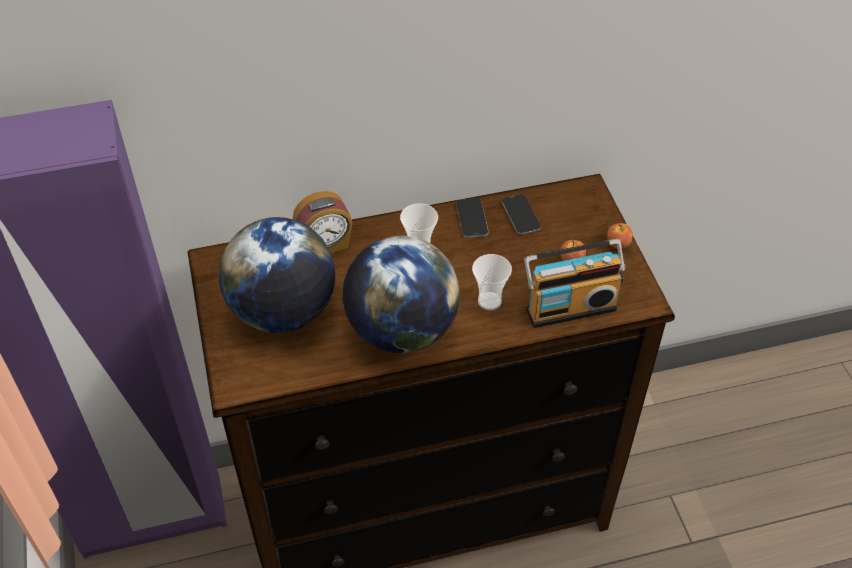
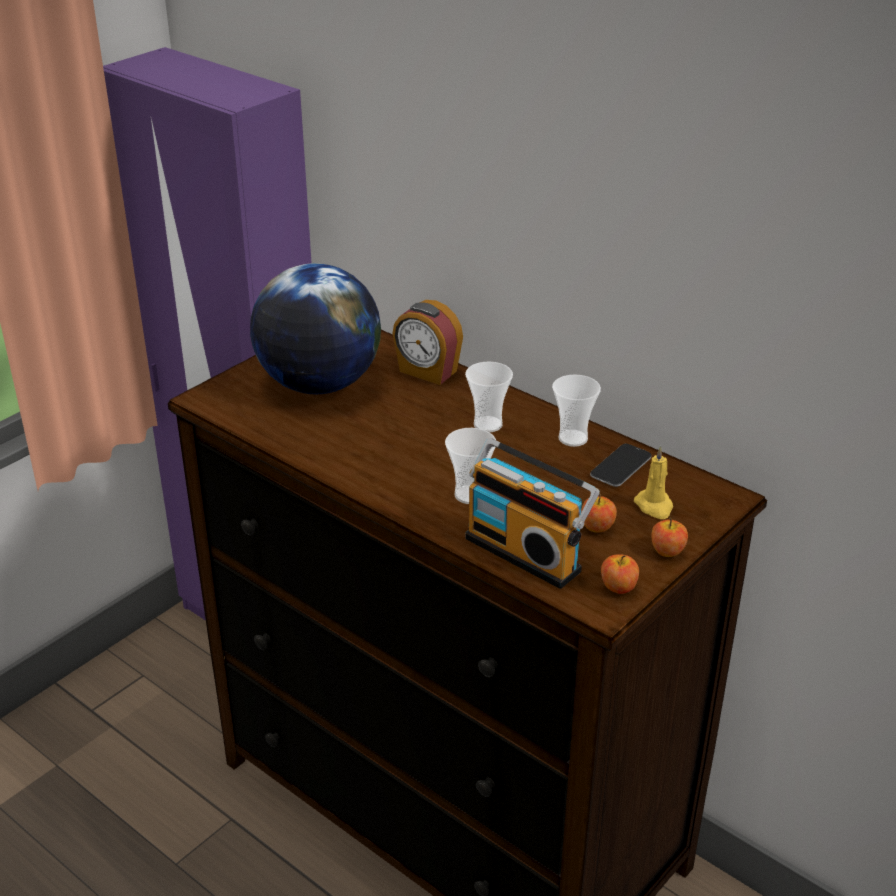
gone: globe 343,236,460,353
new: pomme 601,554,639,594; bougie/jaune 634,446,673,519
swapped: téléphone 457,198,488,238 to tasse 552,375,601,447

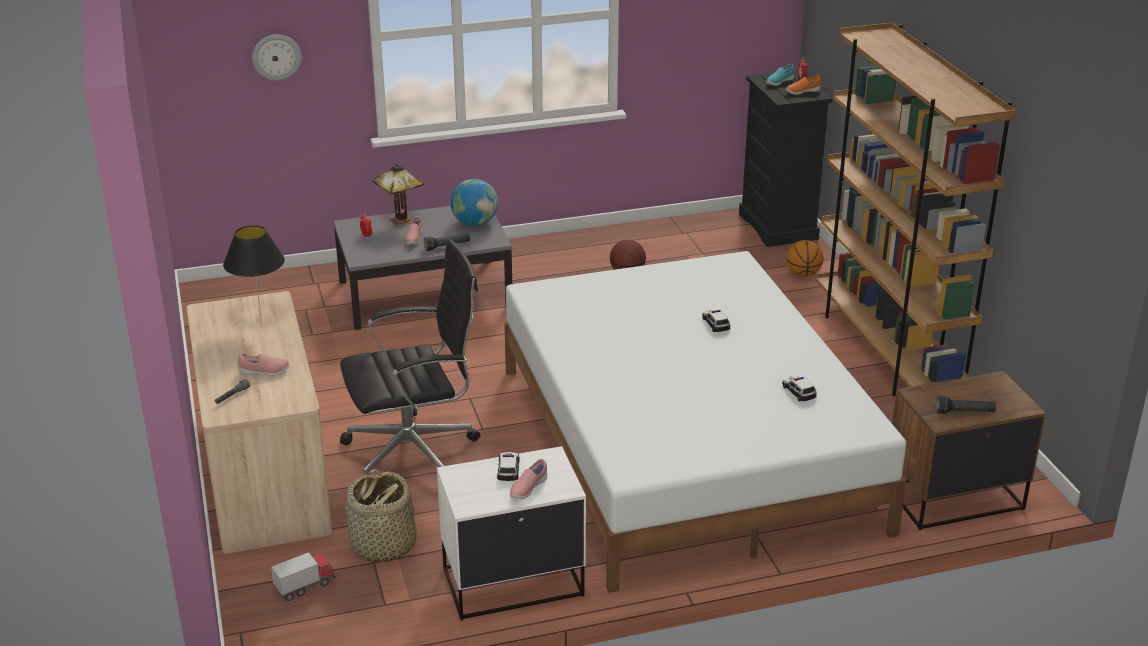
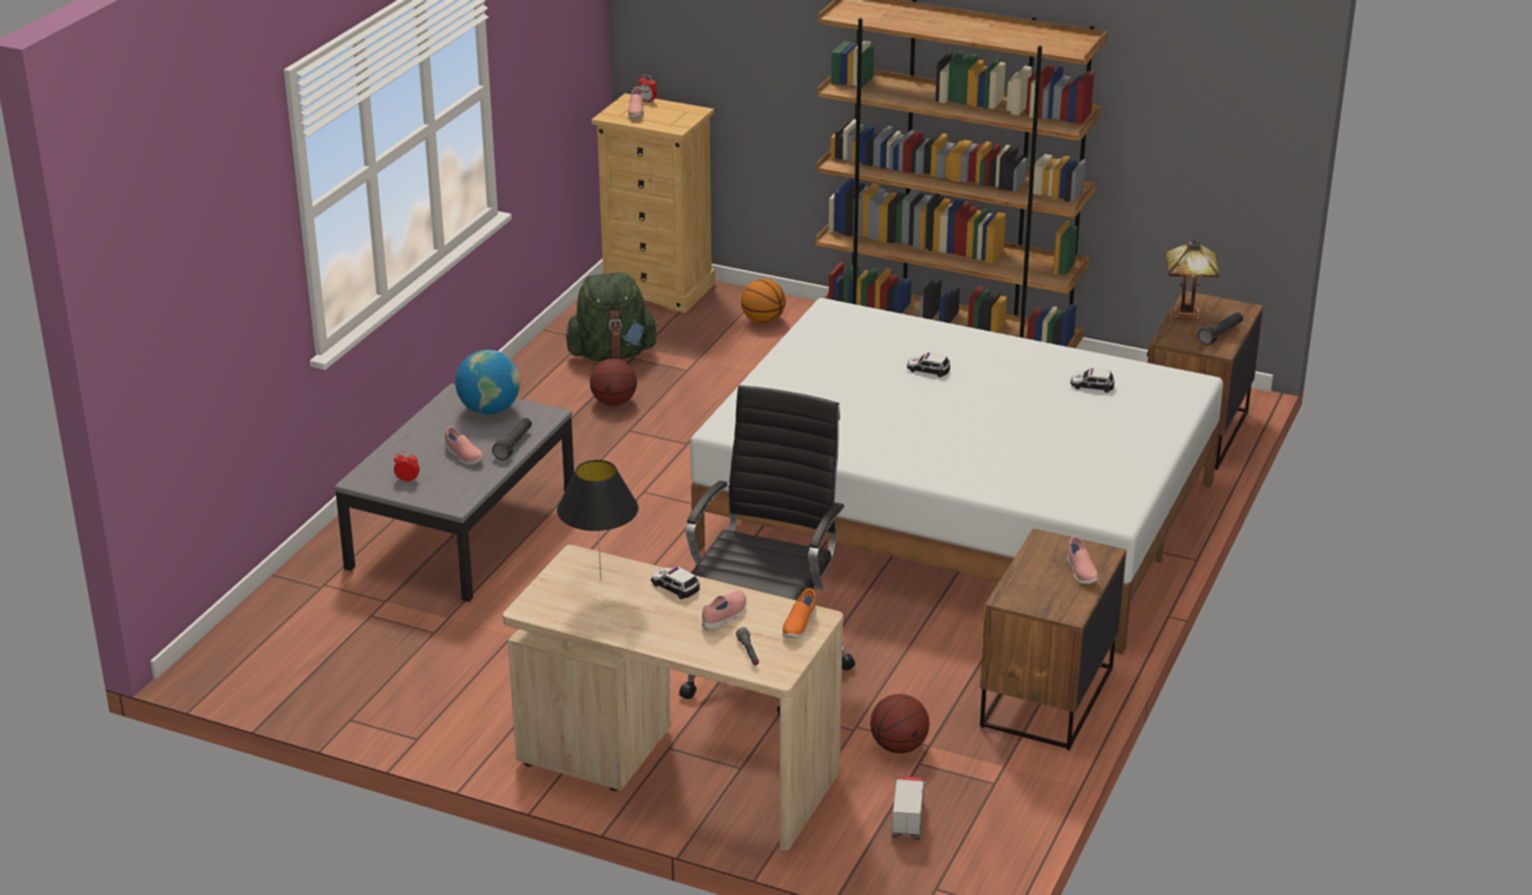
gone: horloge murale 252,34,302,81
new: sac à dos/vert 566,272,659,362
shifted: petite voiture 497,452,520,481 to 651,566,700,599; chaussure/orange 786,75,821,95 to 782,588,816,639; lampe de table 373,164,424,226 to 1165,240,1219,320
swapped: panier 345,469,417,563 to ballon de basket 870,694,930,753
repainted: commode/noir 739,70,833,247 to commode/beige 592,93,715,313; chaussure/turquoise 766,64,794,86 to chaussure/rose 628,87,644,119; table de chevet/blanc 437,446,586,620 to table de chevet/marron 980,528,1127,750

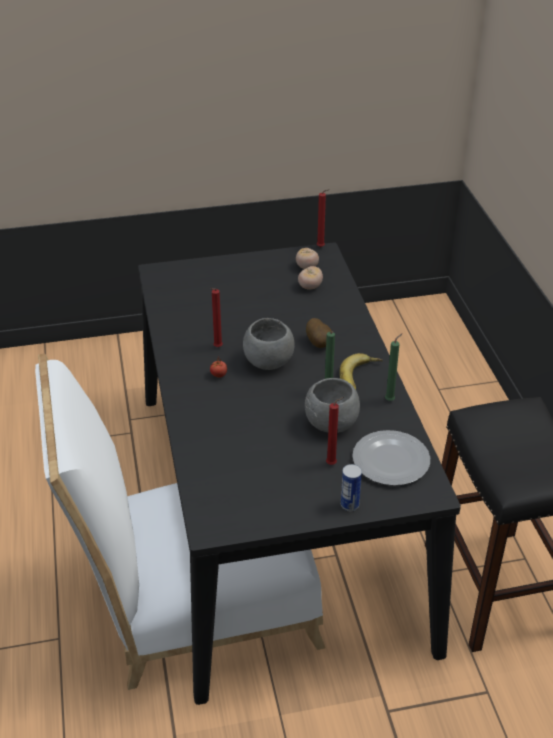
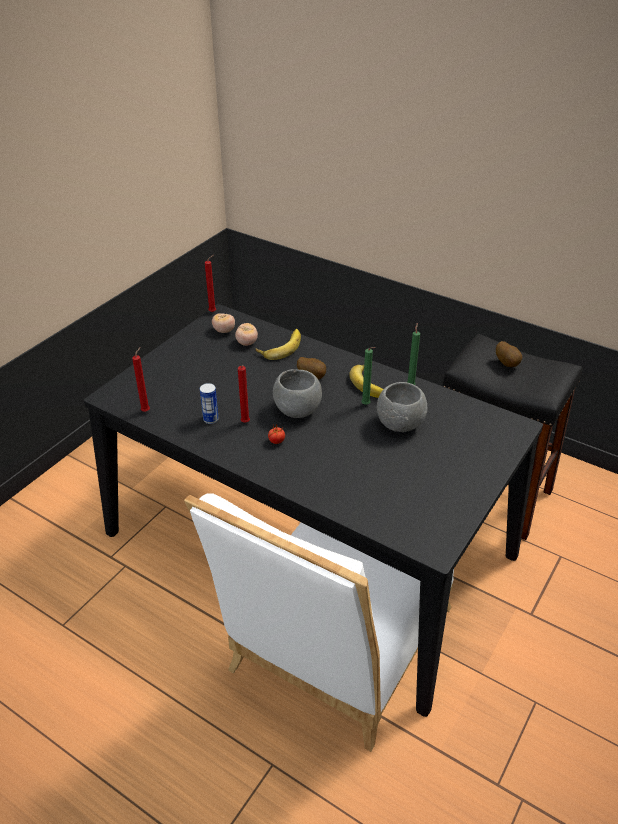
gone: assiette 352,430,430,486
new: banane 255,329,301,360; pomme de terre 496,341,522,367
shifted: bougie/rouge 326,397,344,465 to 132,347,150,412; boîte métallique 341,464,362,511 to 200,383,219,424

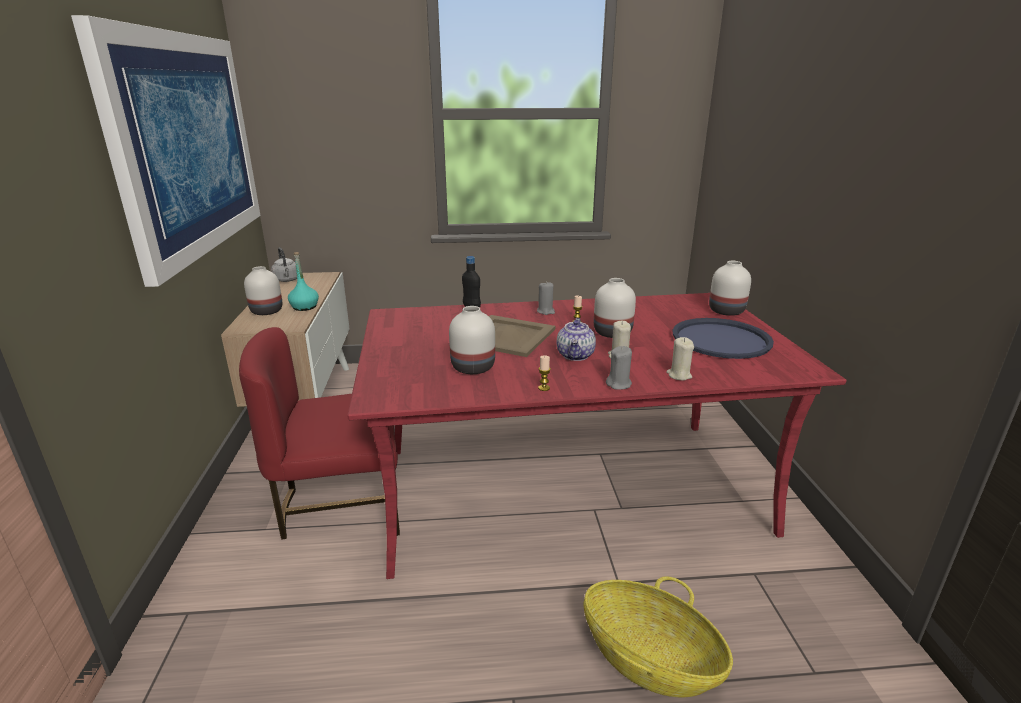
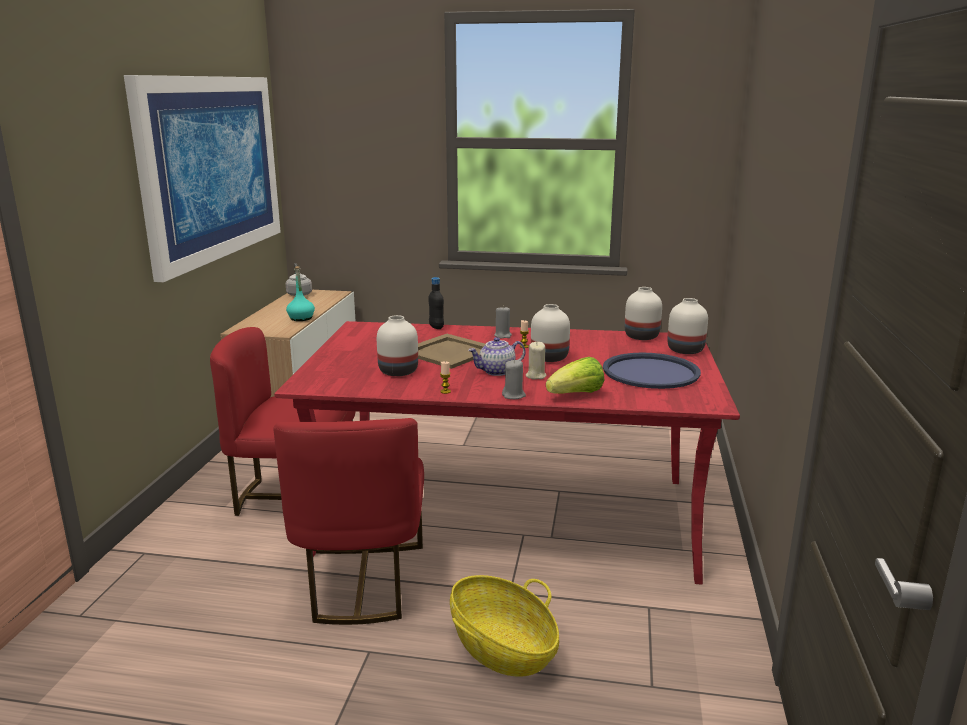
new: chaise/rouge 273,418,424,625
shifted: vase/blanc 244,266,283,315 to 625,287,662,340
swapped: bougie/beige 666,337,694,381 to laitue 546,357,604,394
rotated: théière 557,318,596,361 = 468,337,526,376 45 degrees clockwise

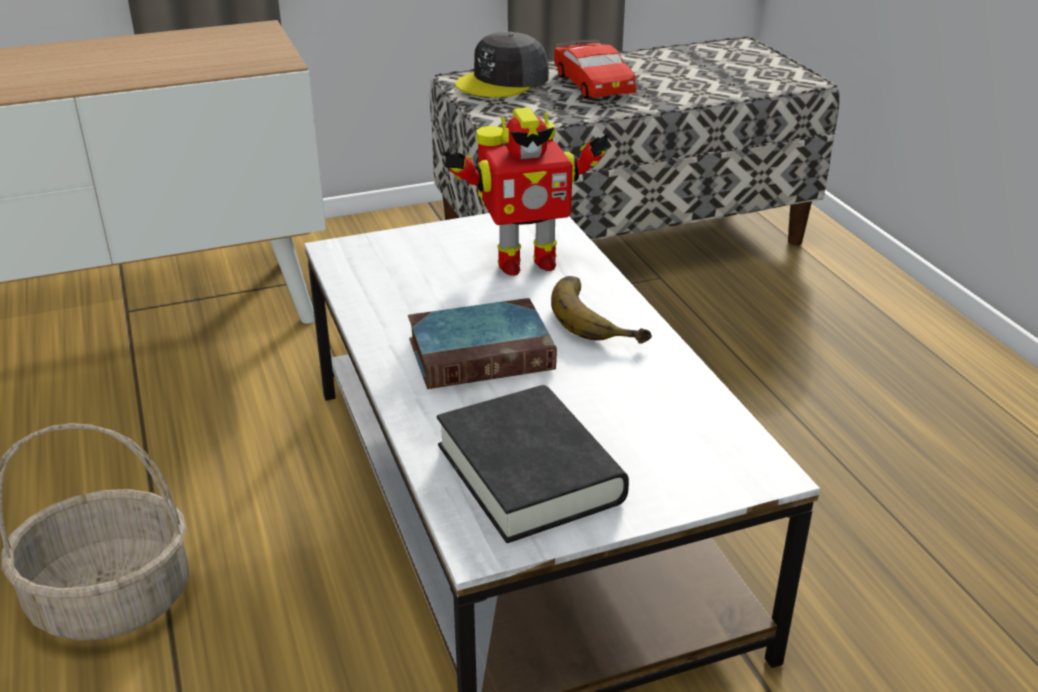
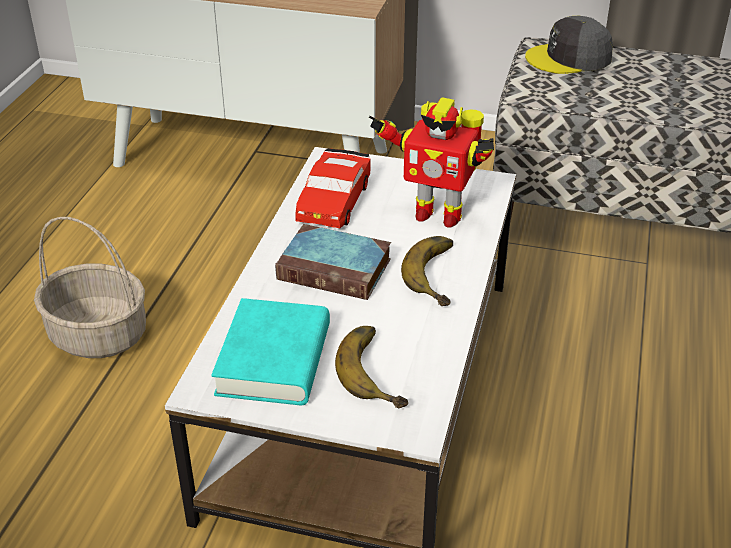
new: banane 335,326,408,408
shifted: petite voiture/rouge 554,40,636,99 to 296,148,371,228
repainted: livre/noir 437,385,629,543 to livre/turquoise 211,298,330,405

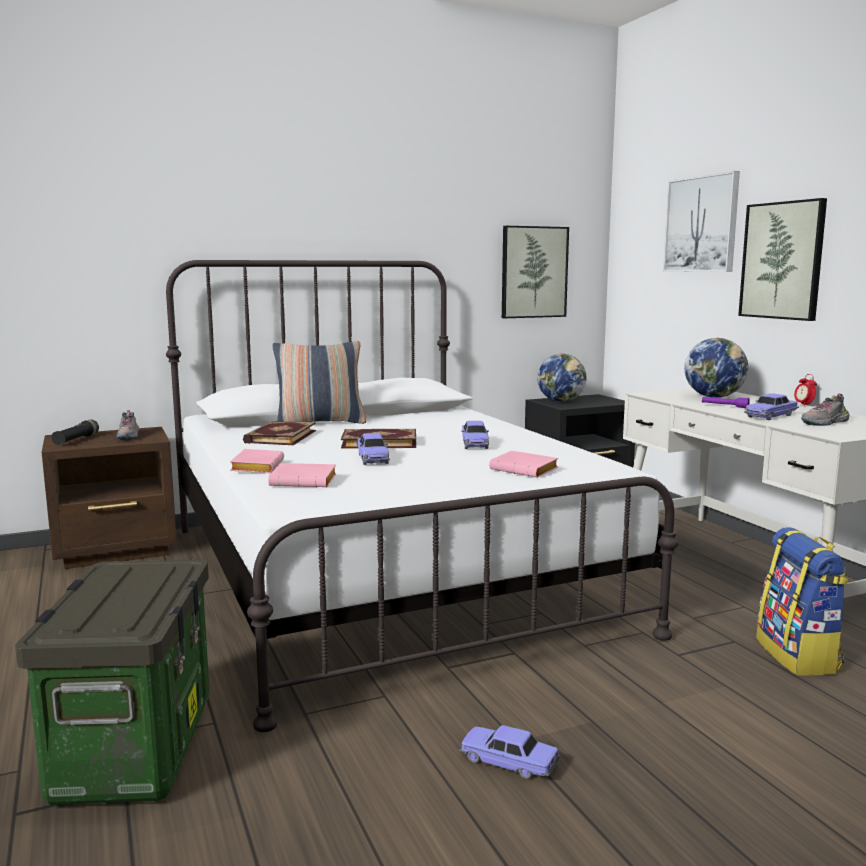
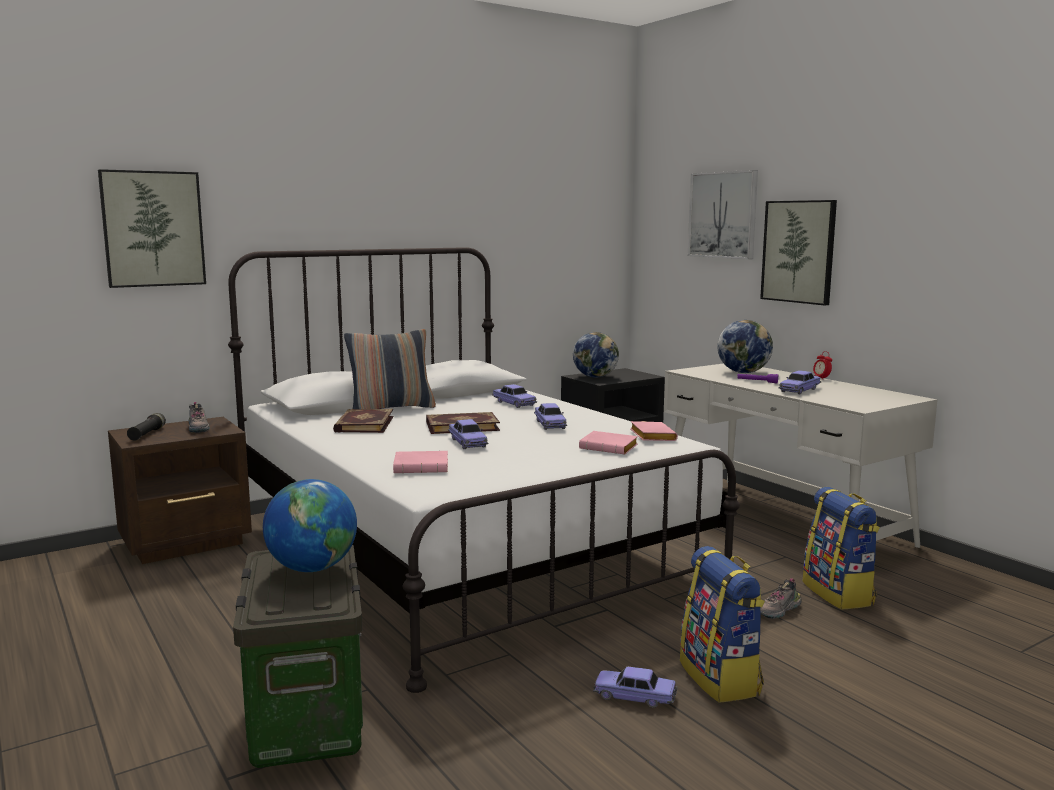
new: globe 263,479,357,572; petite voiture 492,384,537,408; sac à dos 680,546,765,703
shifted: tableau 502,226,569,318 to 98,169,206,288; livre/rose 230,449,284,473 to 630,421,678,441; chaussure 801,393,850,426 to 760,578,802,619

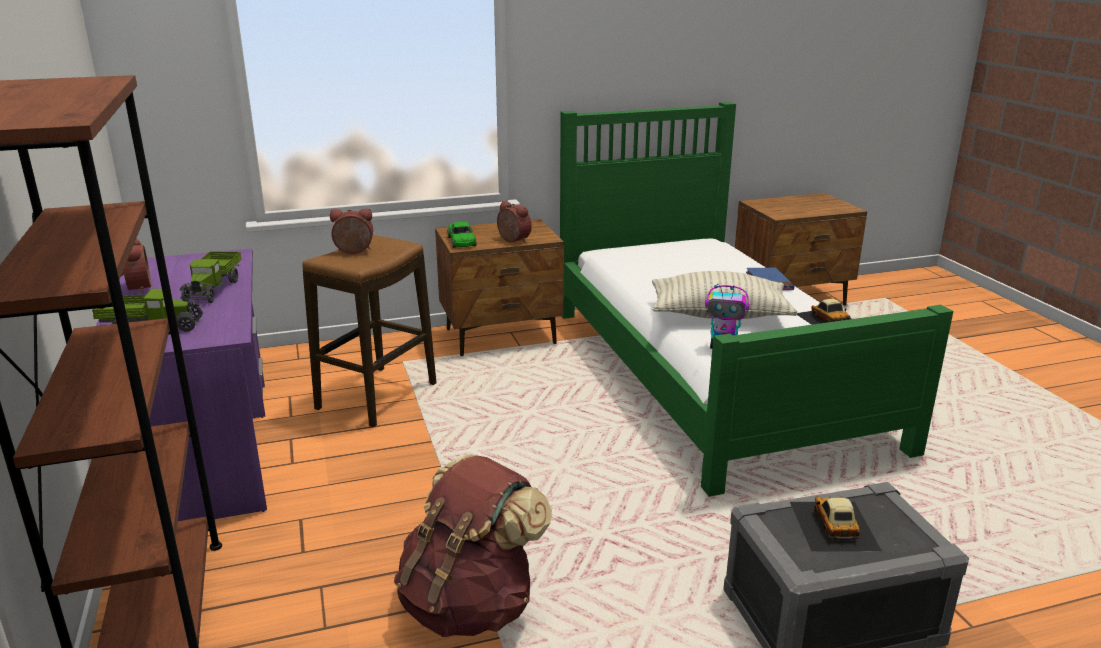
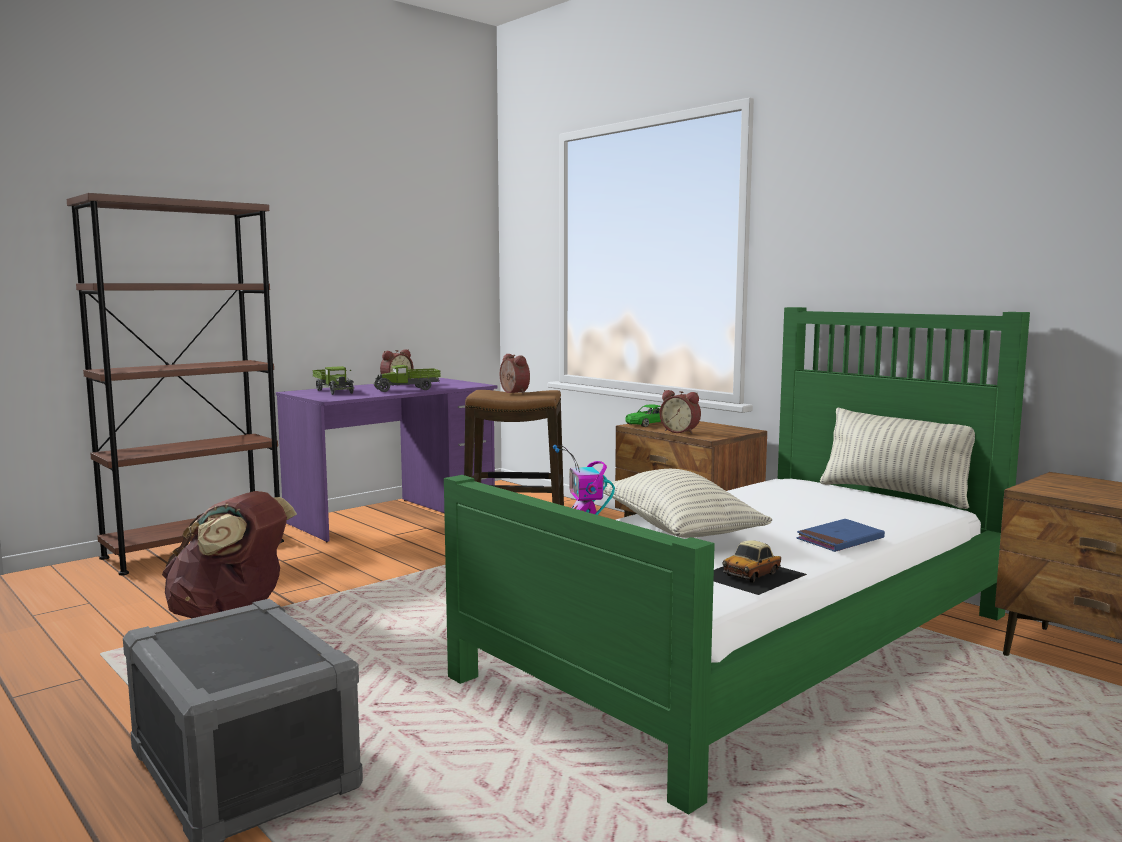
gone: petite voiture 790,496,882,552
new: coussin 820,408,975,509
rotated: réveil 497,201,532,243 = 660,390,701,434 105 degrees clockwise

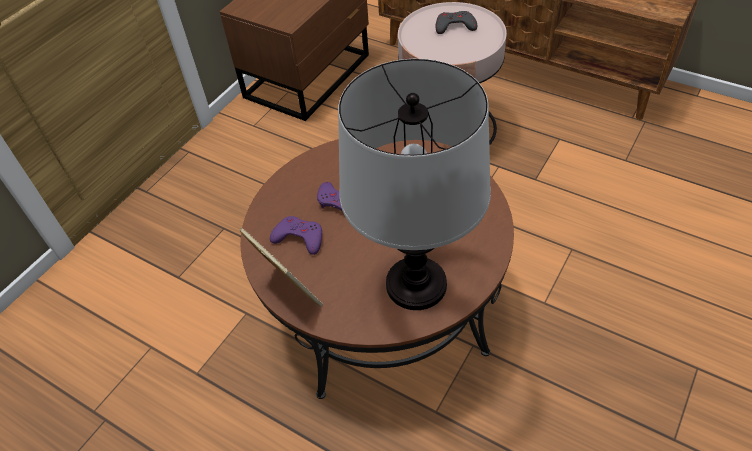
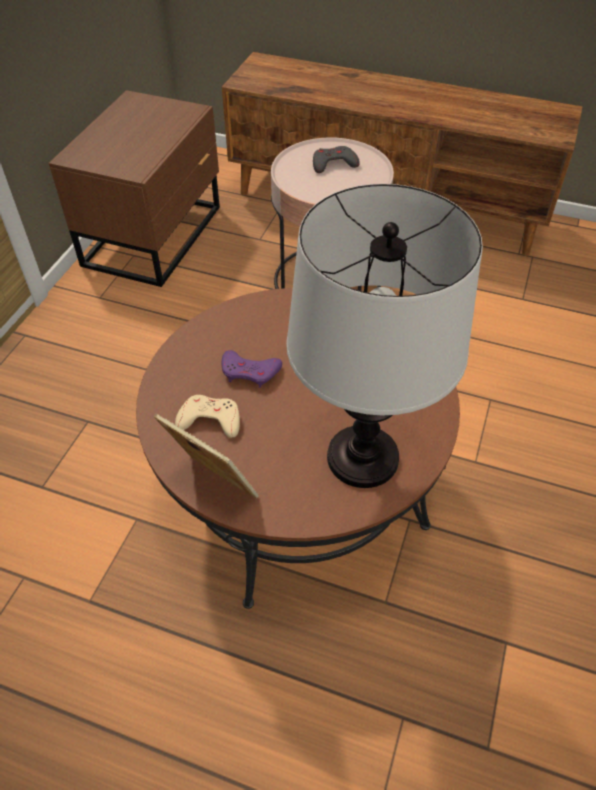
repainted: manette/violet 270,216,322,255 to manette/beige 175,395,240,438

